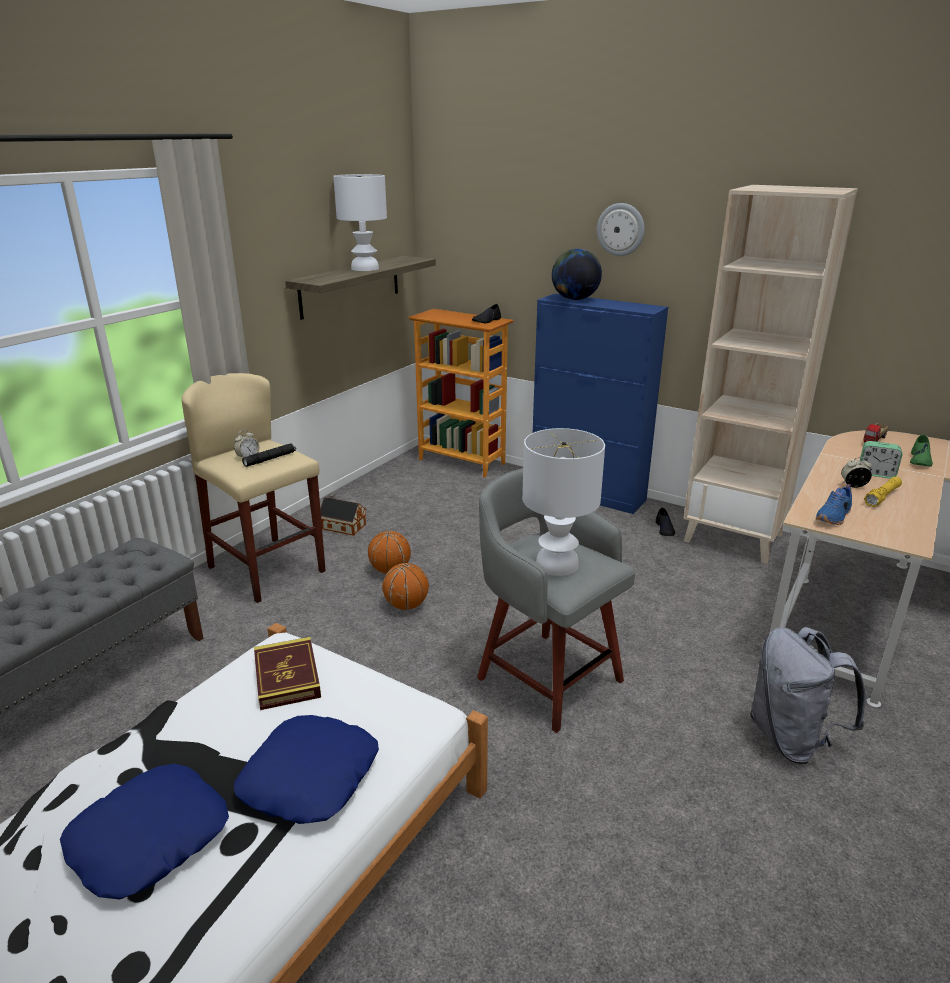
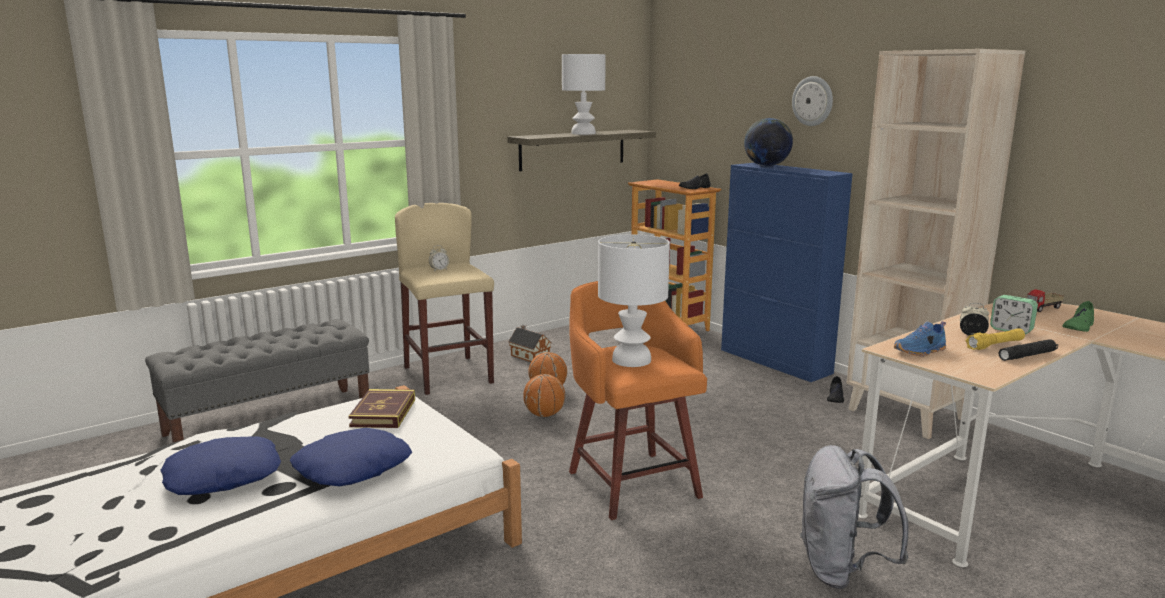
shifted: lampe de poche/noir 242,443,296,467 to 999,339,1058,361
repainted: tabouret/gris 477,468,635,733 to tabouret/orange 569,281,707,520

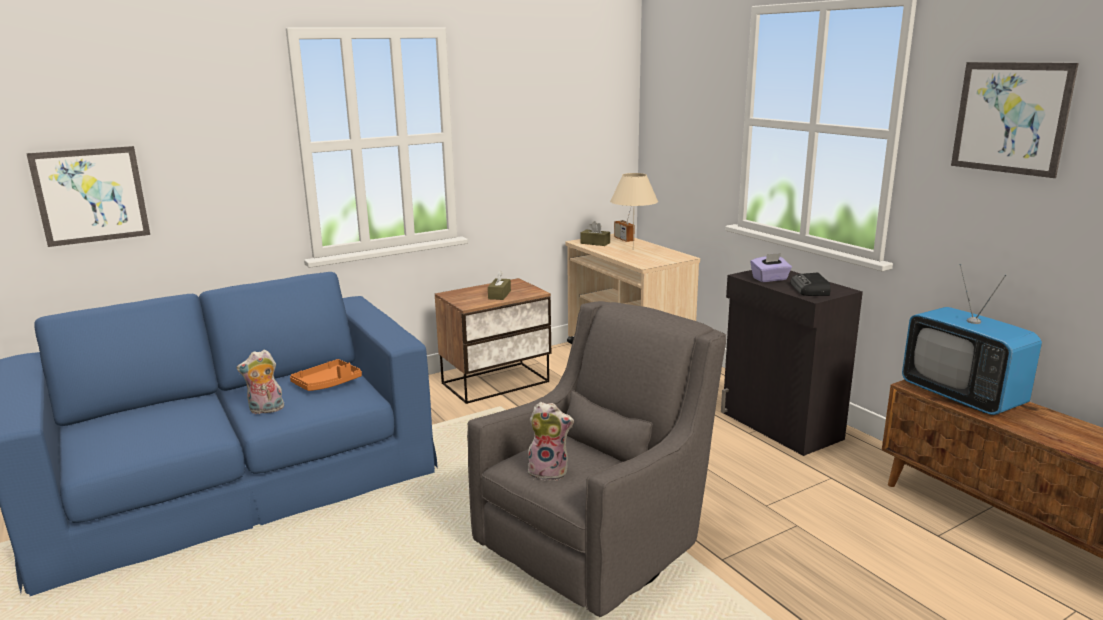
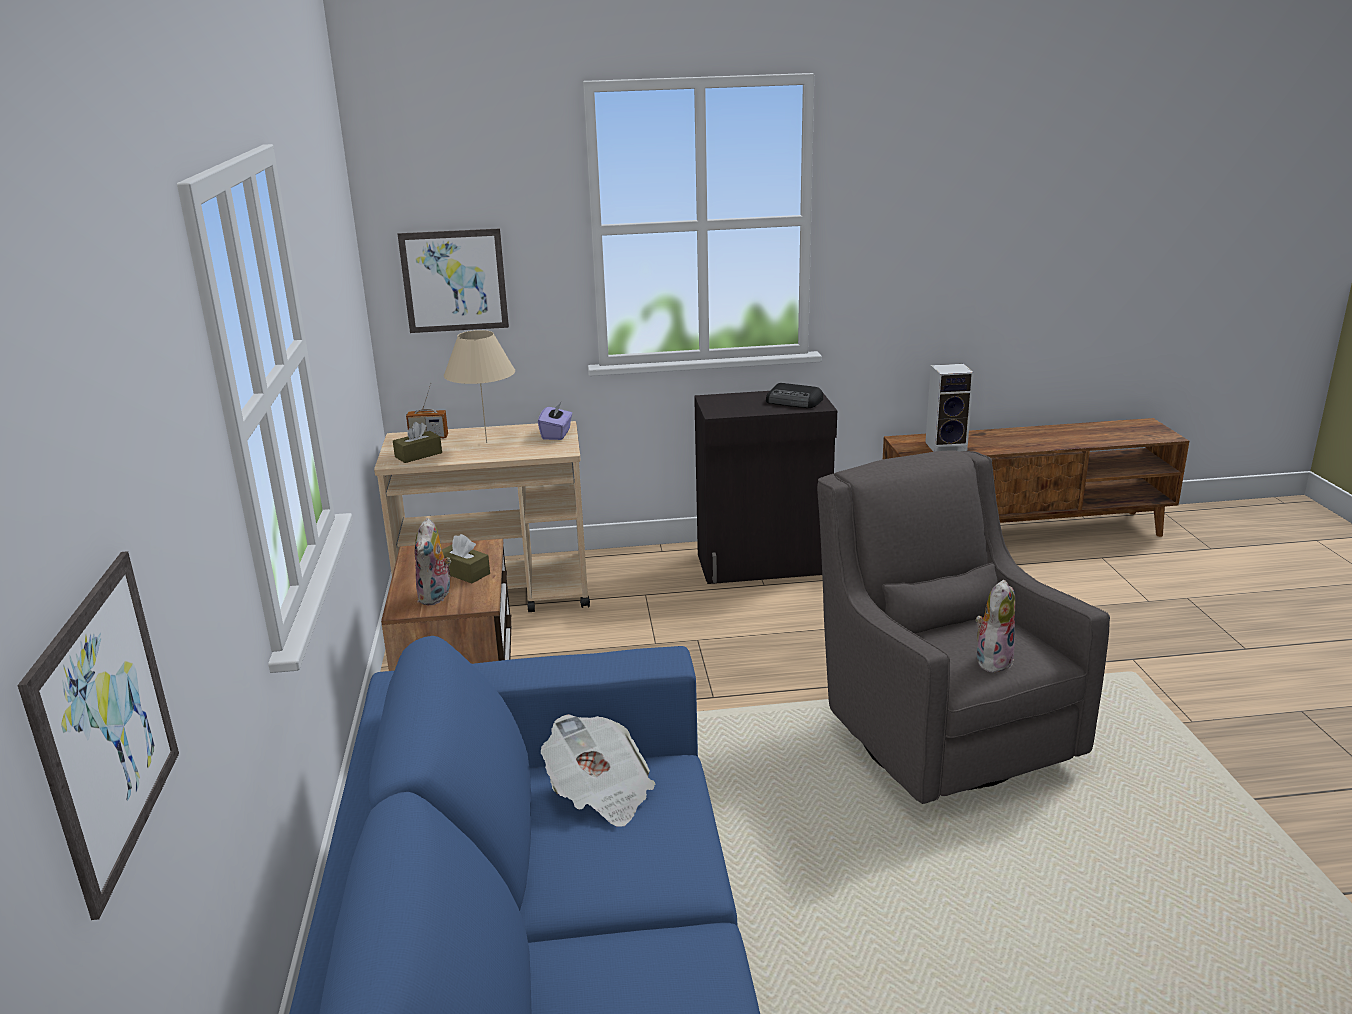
shifted: tableau 951,62,1079,178 to 398,228,509,333; peluche 237,350,284,414 to 414,518,451,605; boîte à mouchoirs/violet 750,253,792,282 to 538,402,572,440
swapped: plateau/orange 290,359,362,391 to journal 541,714,656,827; téléviseur 902,264,1042,415 to enceinte 925,364,974,452

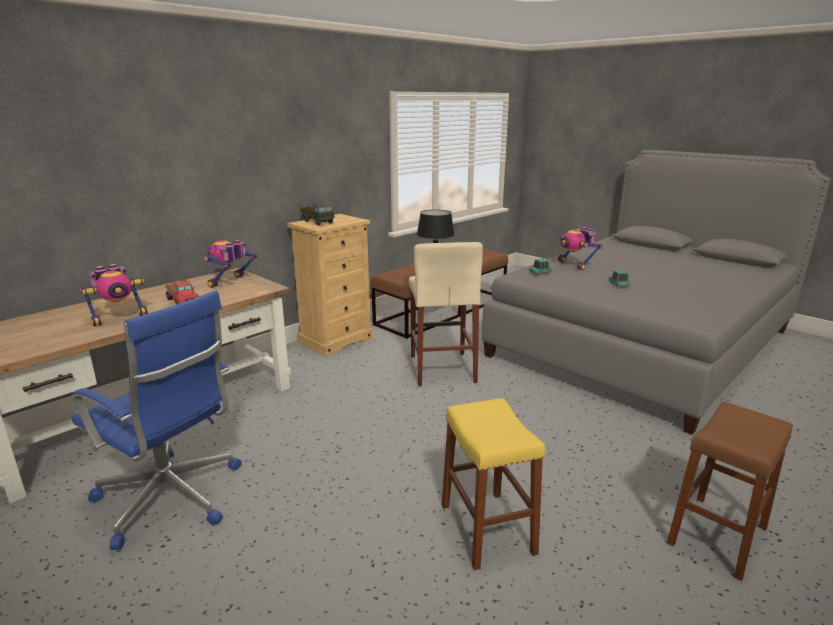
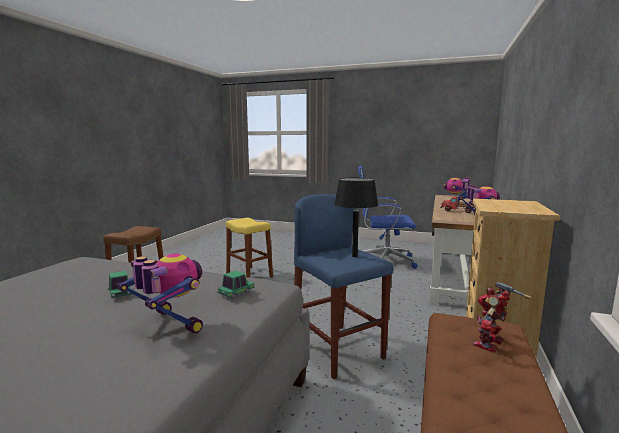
gone: camion jouet 300,204,335,225
new: robot jouet 473,281,531,353
repainted: tabouret/beige 409,242,483,386 to tabouret/bleu 294,194,393,379

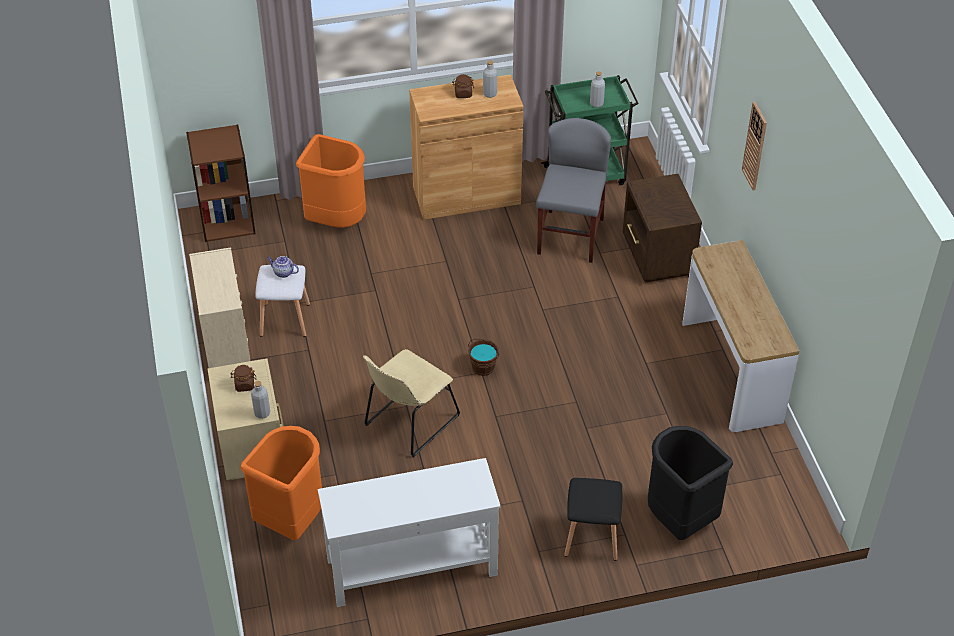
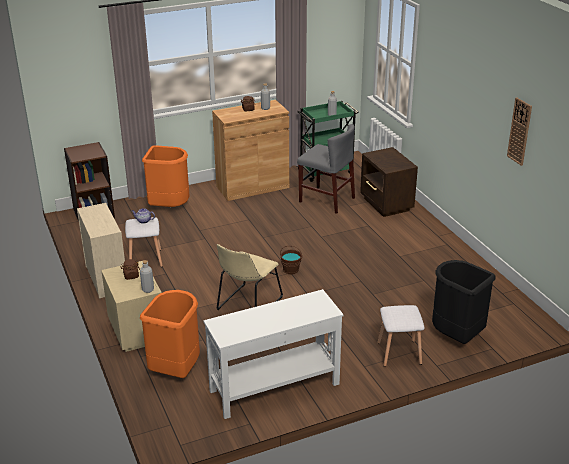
gone: table console 682,240,800,432
shifted: horloge murale 742,102,767,190 to 507,98,532,166
repainted: tabouret/noir 564,478,622,561 to tabouret/blanc 377,305,425,367
rotated: chaise/gris 536,118,611,263 = 297,124,355,214 120 degrees clockwise

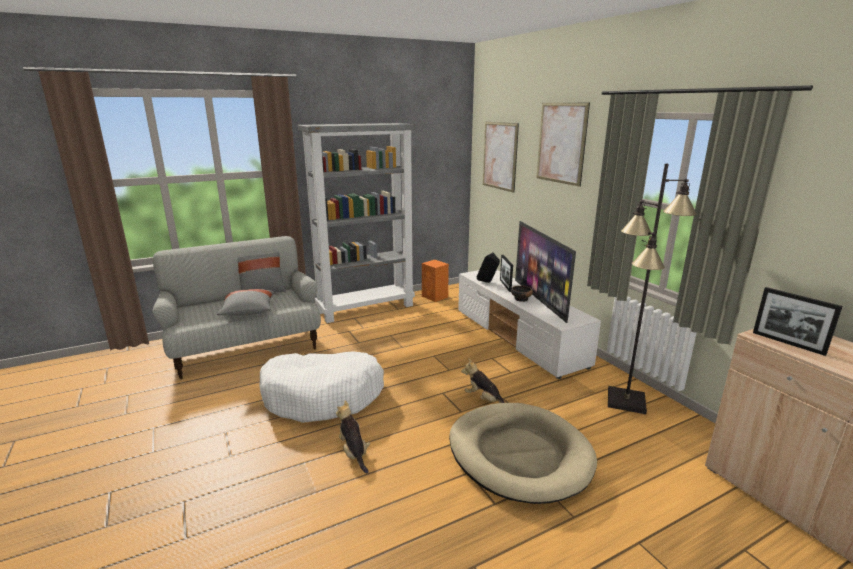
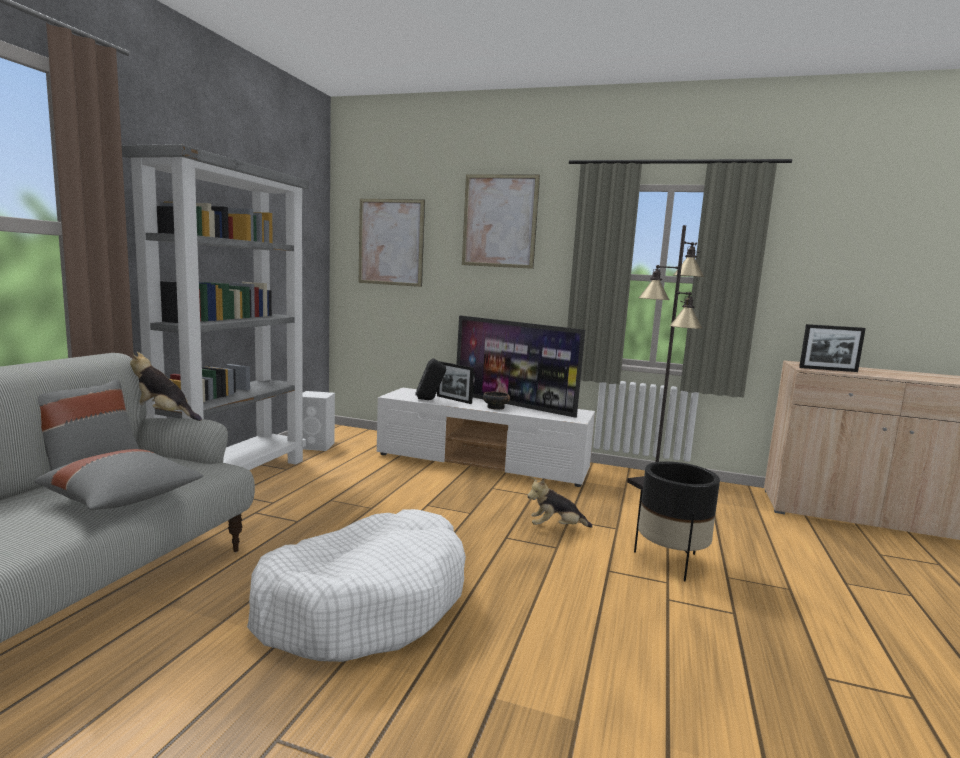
shifted: peluche 336,400,370,474 to 130,352,202,421
swapped: panier pour chien/beige 449,403,597,504 to cache-pot/noir 634,461,720,581
repainted: enceinte/orange 422,260,449,302 to enceinte/blanc 303,391,335,451

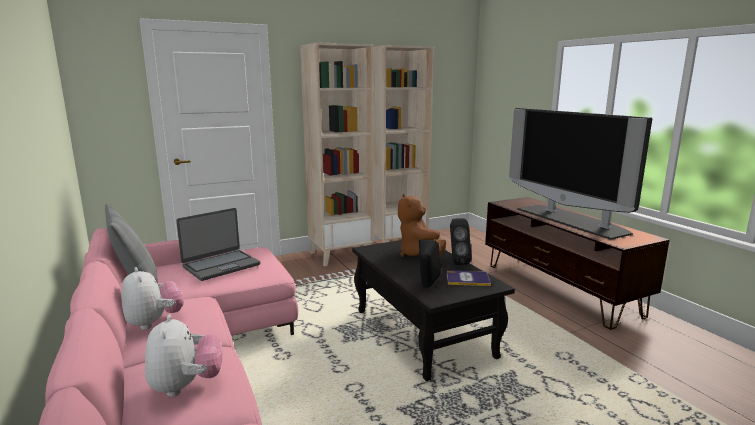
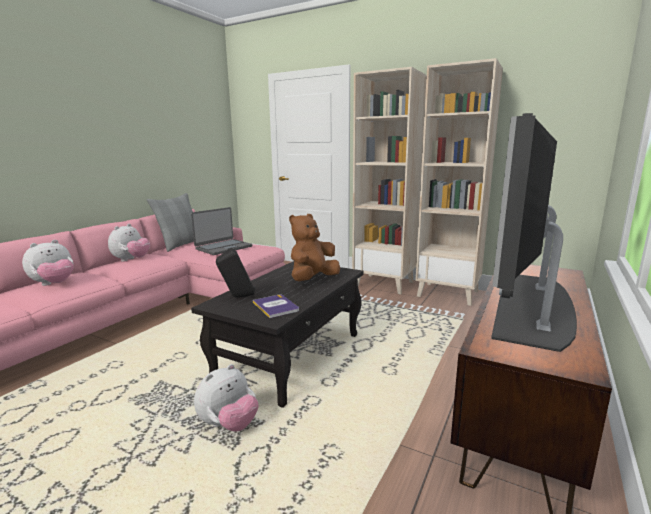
gone: enceinte/noir 450,218,472,265
new: peluche 194,364,259,432
rotated: ordinateur portable 176,208,261,281 = 191,207,252,255 60 degrees counterclockwise

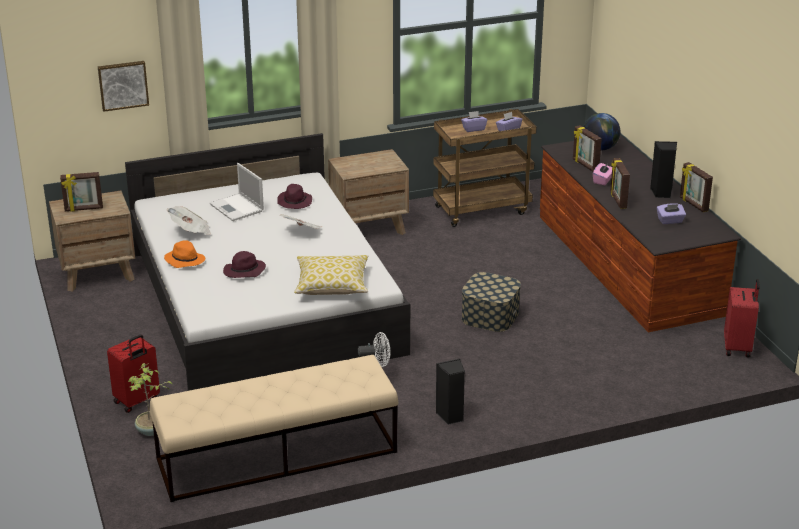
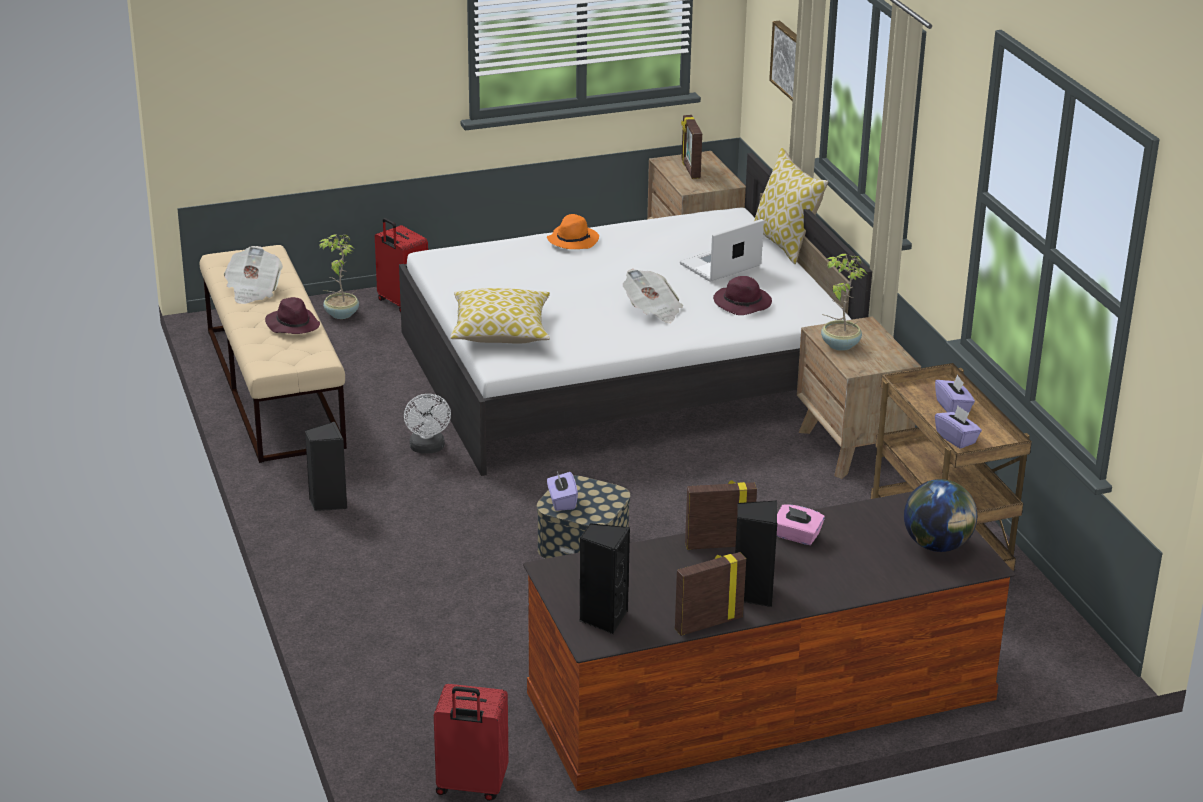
gone: cadre photo 573,125,602,172
new: enceinte/noir 579,523,630,634; coussin 754,148,828,264; plante en pot 821,254,867,351
shifted: journal 167,206,211,235 to 224,246,283,304; chapeau/violet 223,251,266,278 to 265,297,320,334; boîte à mouchoirs/violet 657,204,686,224 to 547,471,578,511

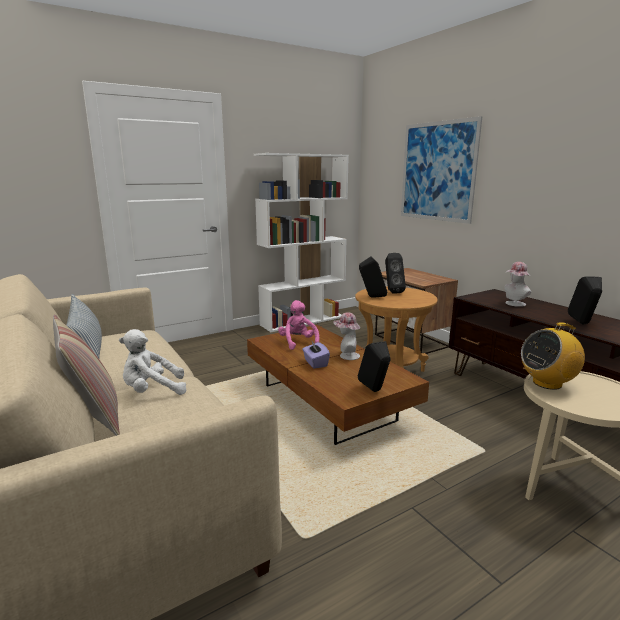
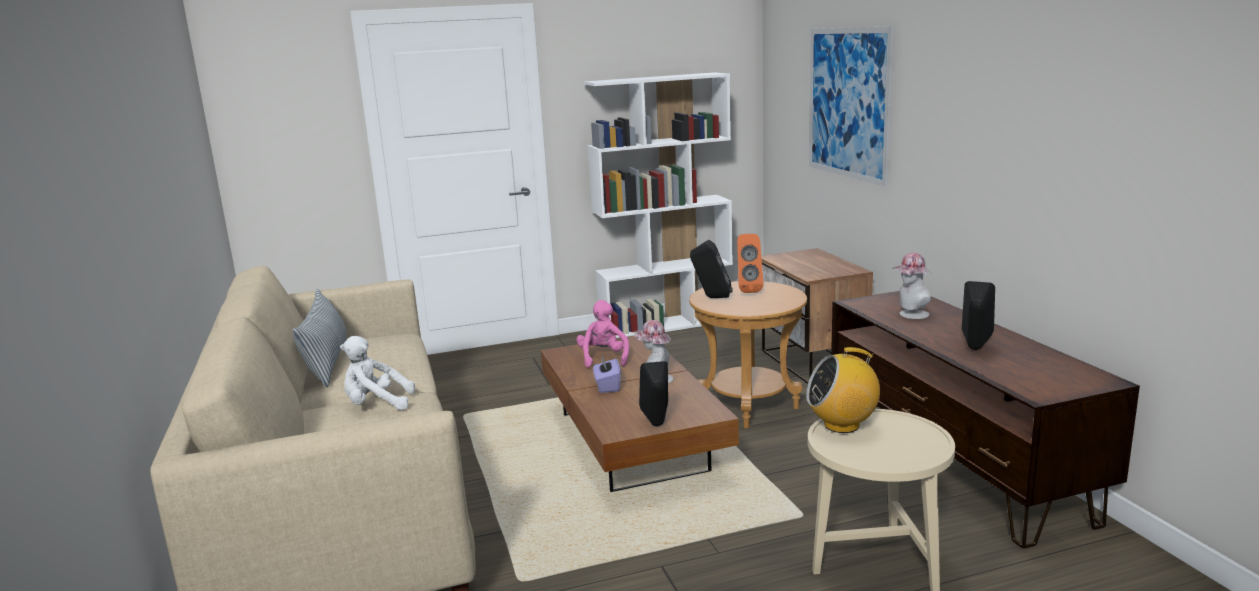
gone: coussin 53,314,120,436
repainted: enceinte/noir 385,253,406,294 to enceinte/orange 737,234,763,293

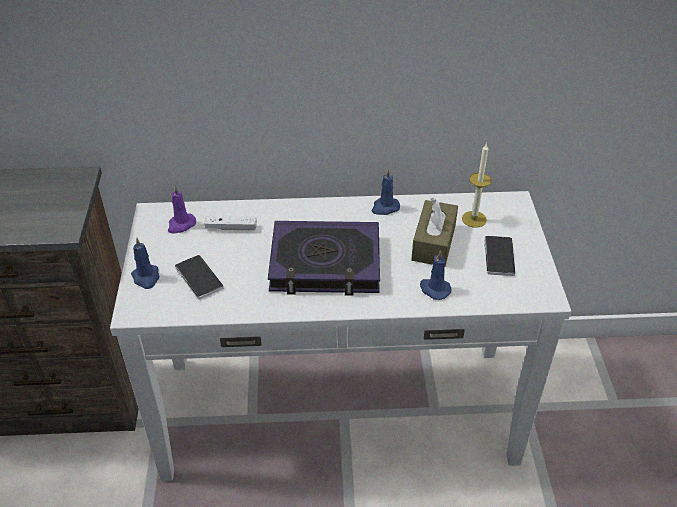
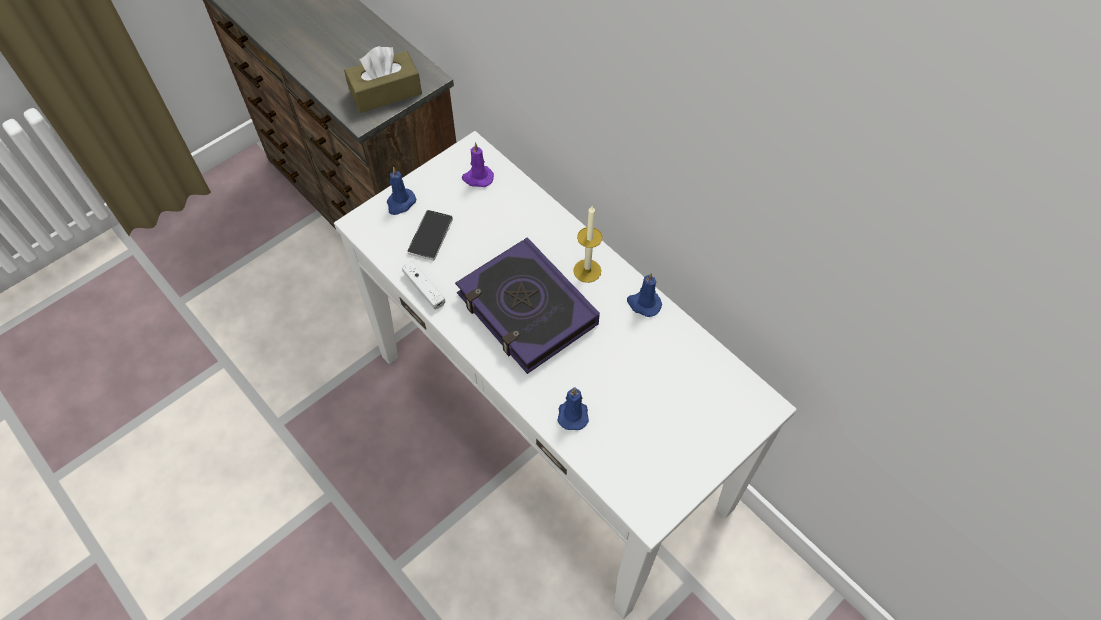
gone: téléphone 484,236,515,276
shifted: boîte à mouchoirs/marron 411,198,458,266 to 344,46,422,113; manette/blanc 204,216,257,230 to 402,261,445,309; bougie 462,143,492,228 to 573,206,602,283

